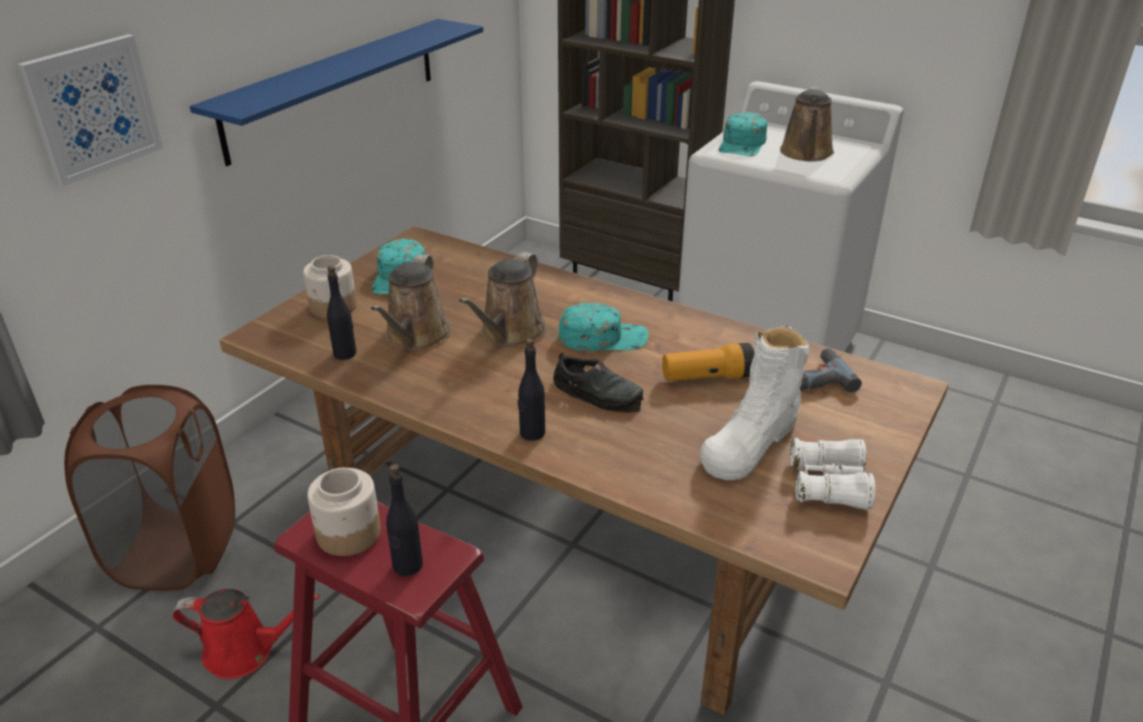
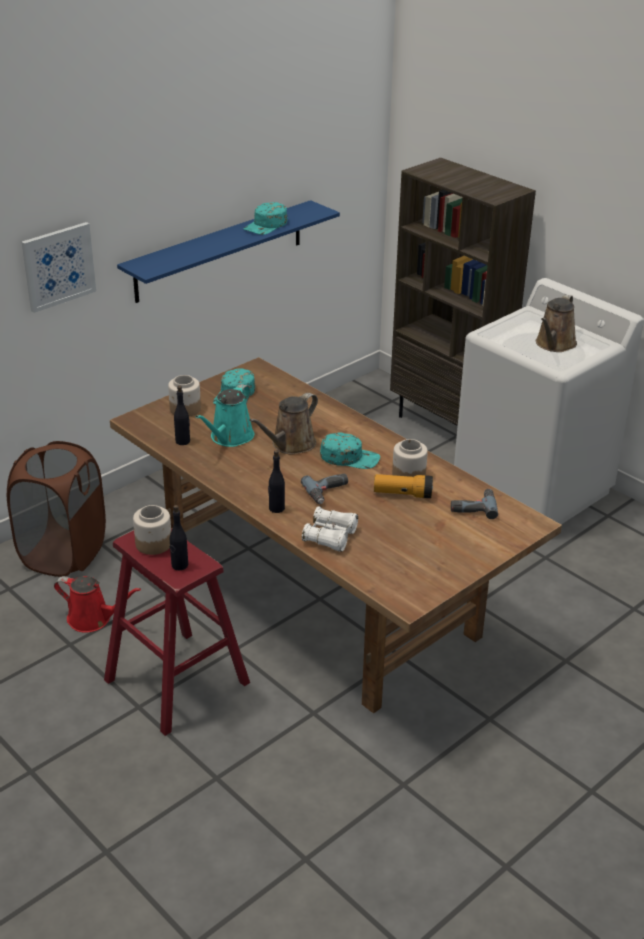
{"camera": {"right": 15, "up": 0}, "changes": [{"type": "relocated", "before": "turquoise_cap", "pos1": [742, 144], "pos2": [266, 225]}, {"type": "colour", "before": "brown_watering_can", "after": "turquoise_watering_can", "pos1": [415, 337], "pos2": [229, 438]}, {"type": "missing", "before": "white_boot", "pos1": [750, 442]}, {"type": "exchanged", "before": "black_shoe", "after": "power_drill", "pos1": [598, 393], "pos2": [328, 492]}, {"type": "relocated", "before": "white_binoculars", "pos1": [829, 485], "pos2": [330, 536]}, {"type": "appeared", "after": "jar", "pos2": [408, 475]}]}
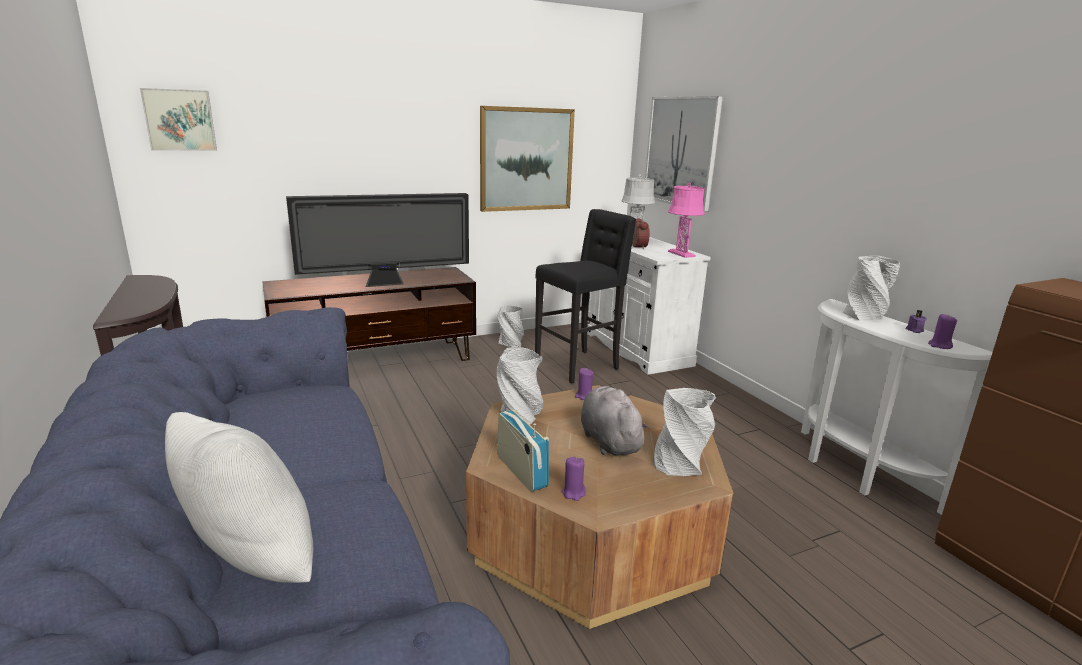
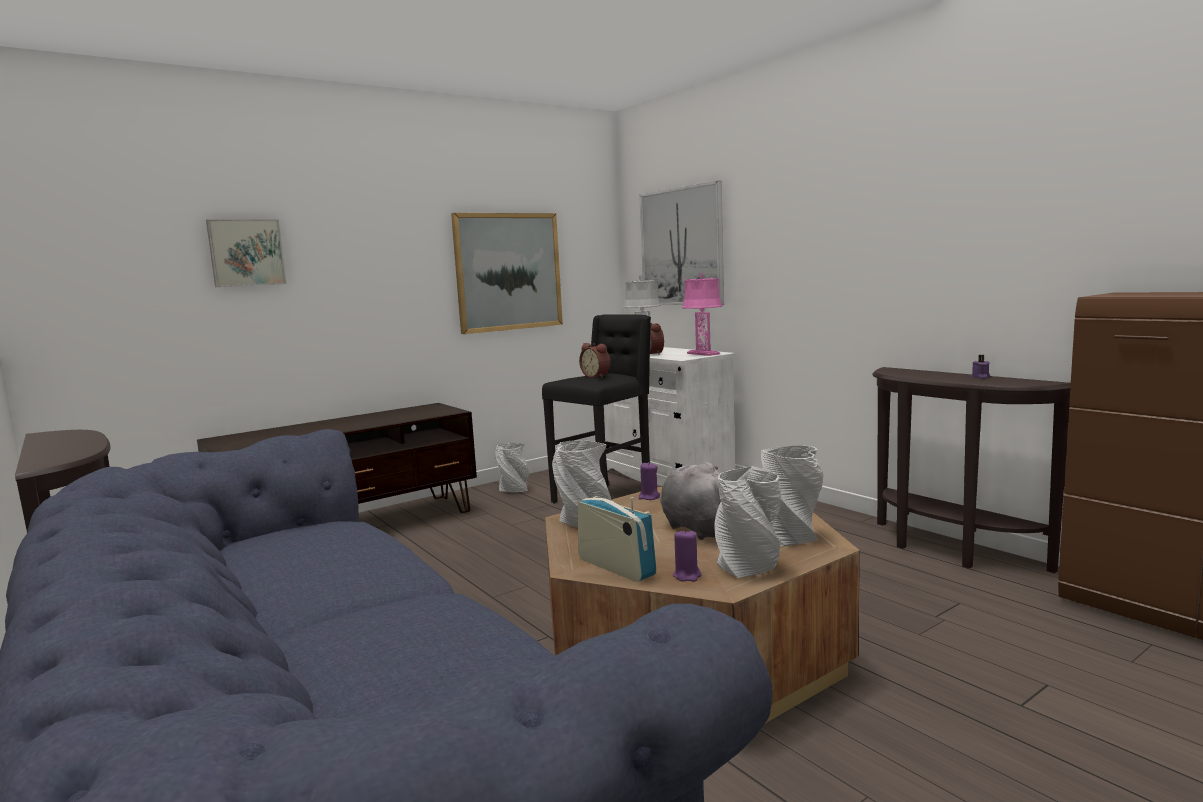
{"camera": {"right": -10, "up": -10}, "changes": [{"type": "relocated", "before": "picture", "pos1": [180, 120], "pos2": [246, 253]}, {"type": "missing", "before": "television", "pos1": [386, 284]}, {"type": "relocated", "before": "grey_vase", "pos1": [864, 316], "pos2": [748, 567]}, {"type": "colour", "before": "white_console_table", "after": "brown_console_table", "pos1": [853, 472], "pos2": [948, 550]}, {"type": "missing", "before": "purple_candle", "pos1": [939, 346]}, {"type": "missing", "before": "white_pillow", "pos1": [249, 566]}, {"type": "appeared", "after": "alarm_clock", "pos2": [597, 376]}]}
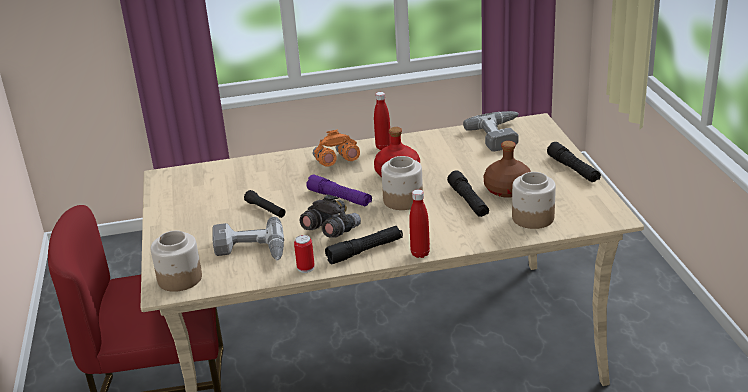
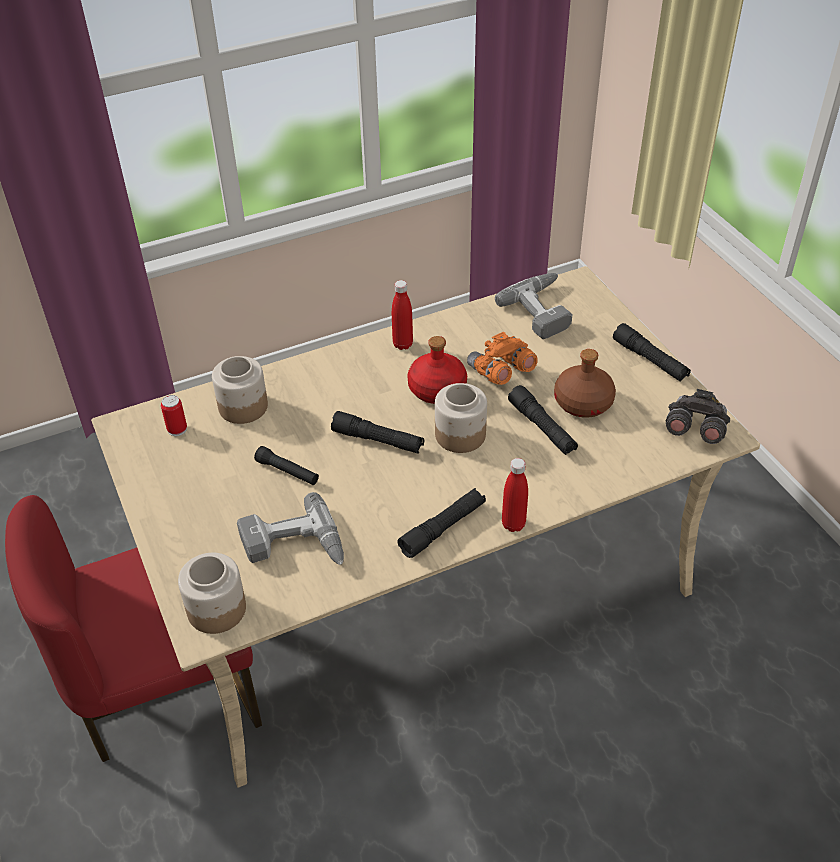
{"camera": {"right": -15, "up": 15}, "changes": [{"type": "relocated", "before": "orange_binoculars", "pos1": [336, 163], "pos2": [500, 372]}, {"type": "relocated", "before": "jar", "pos1": [532, 218], "pos2": [242, 407]}, {"type": "colour", "before": "purple_flashlight", "after": "black_flashlight", "pos1": [339, 198], "pos2": [378, 440]}, {"type": "relocated", "before": "grey_binoculars", "pos1": [331, 231], "pos2": [694, 430]}, {"type": "relocated", "before": "can", "pos1": [306, 268], "pos2": [177, 429]}]}
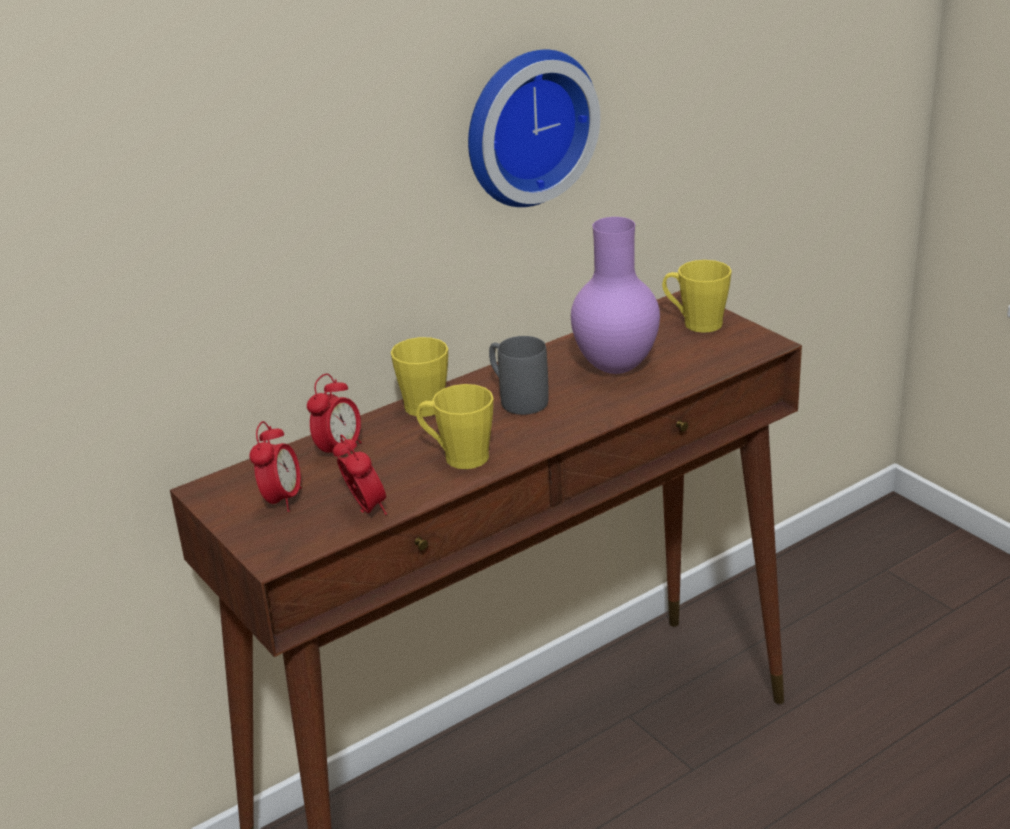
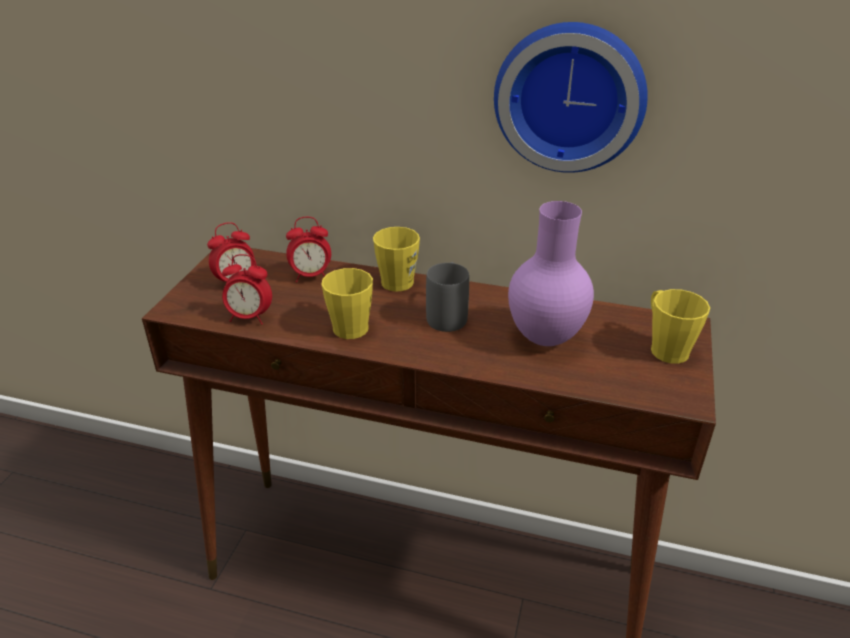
{"camera": {"right": 50, "up": 5}, "changes": [{"type": "spun", "before": "alarm_clock", "pos1": [364, 510], "pos2": [250, 317], "turn": 75}]}
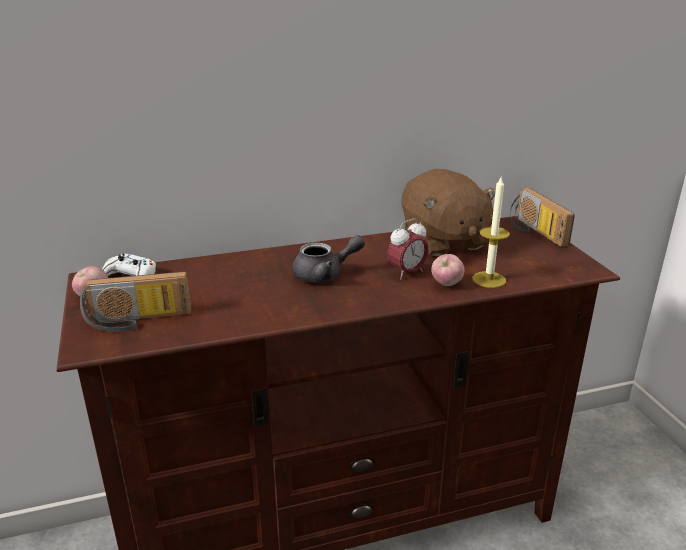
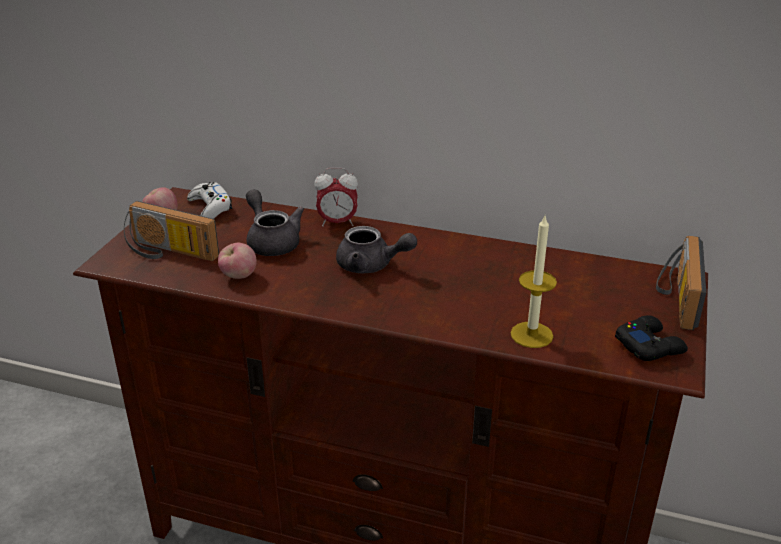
{"camera": {"right": 35, "up": 5}, "changes": [{"type": "missing", "before": "brown_plush_toy", "pos1": [442, 241]}, {"type": "relocated", "before": "alarm_clock", "pos1": [407, 273], "pos2": [337, 223]}, {"type": "relocated", "before": "apple", "pos1": [446, 284], "pos2": [238, 276]}, {"type": "appeared", "after": "grey_teapot", "pos2": [271, 241]}, {"type": "appeared", "after": "black_game_controller", "pos2": [649, 345]}]}
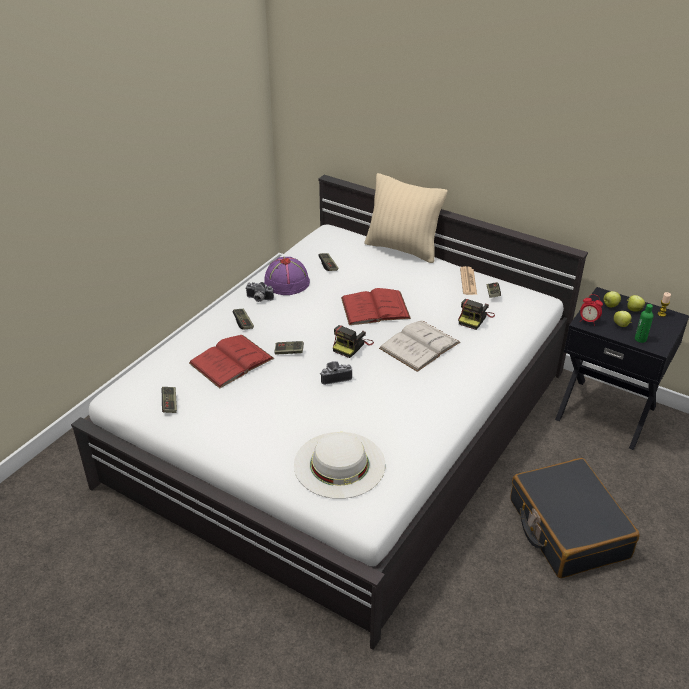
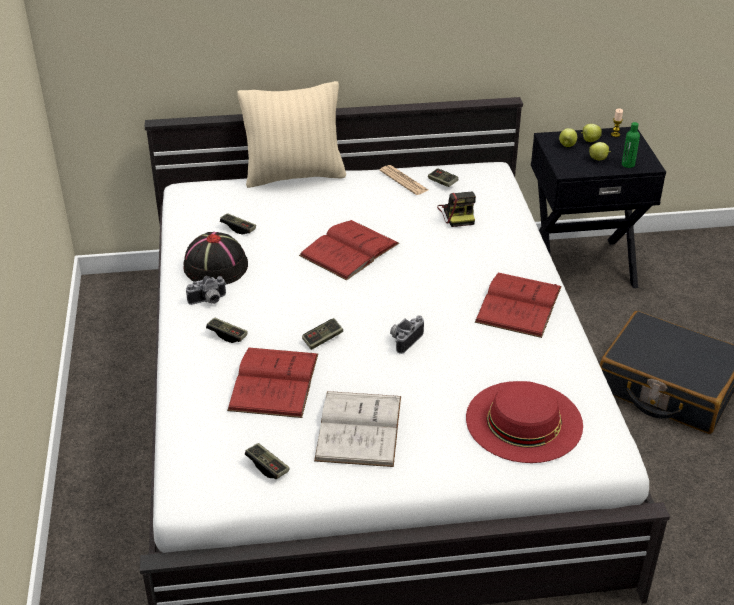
{"camera": {"right": -40, "up": 0}, "changes": [{"type": "colour", "before": "purple_hat", "after": "black_hat", "pos1": [286, 282], "pos2": [215, 267]}, {"type": "missing", "before": "alarm_clock", "pos1": [588, 321]}, {"type": "relocated", "before": "white_book", "pos1": [419, 345], "pos2": [359, 428]}, {"type": "missing", "before": "photo_camera", "pos1": [352, 345]}, {"type": "colour", "before": "white_hat", "after": "red_hat", "pos1": [339, 464], "pos2": [524, 421]}, {"type": "appeared", "after": "red_book", "pos2": [518, 304]}]}
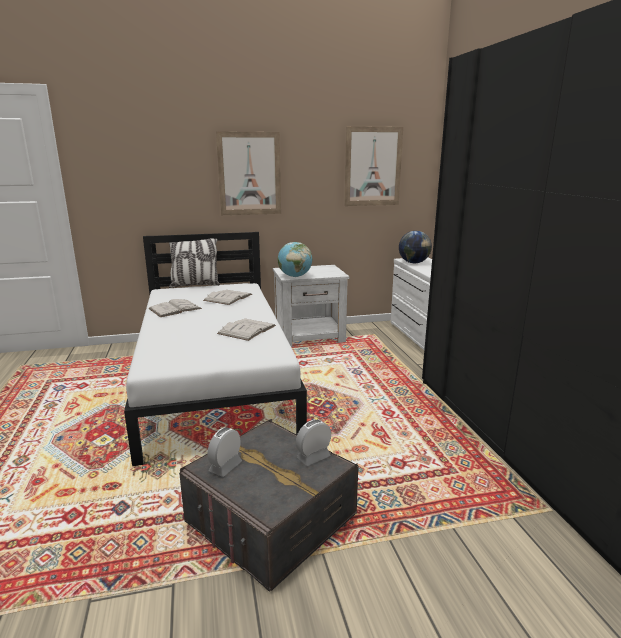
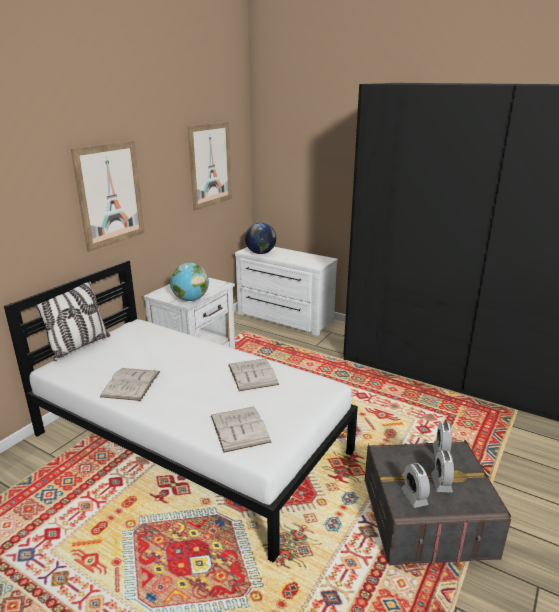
{"camera": {"right": -45, "up": 5}, "changes": [{"type": "relocated", "before": "white_book", "pos1": [228, 297], "pos2": [239, 428]}, {"type": "appeared", "after": "alarm_clock", "pos2": [441, 483]}]}
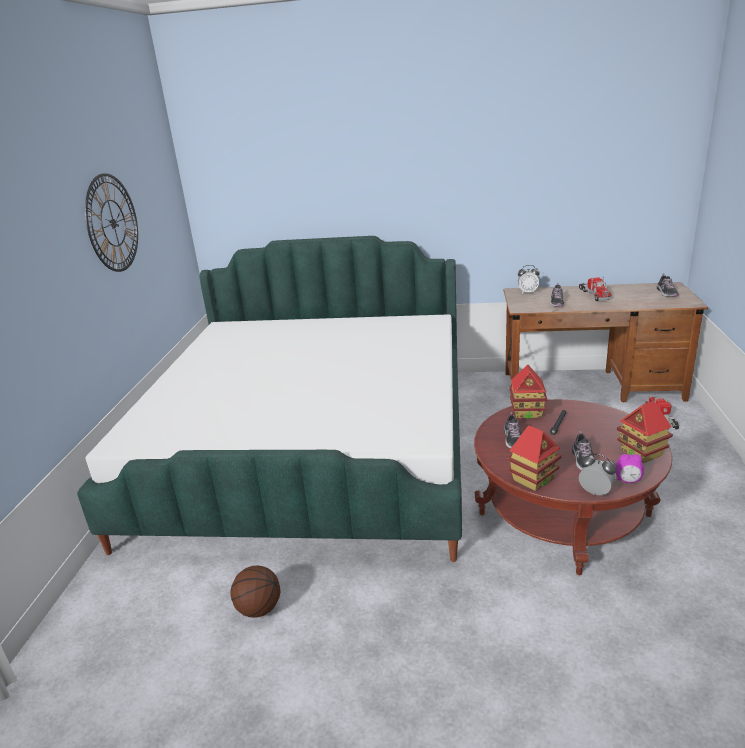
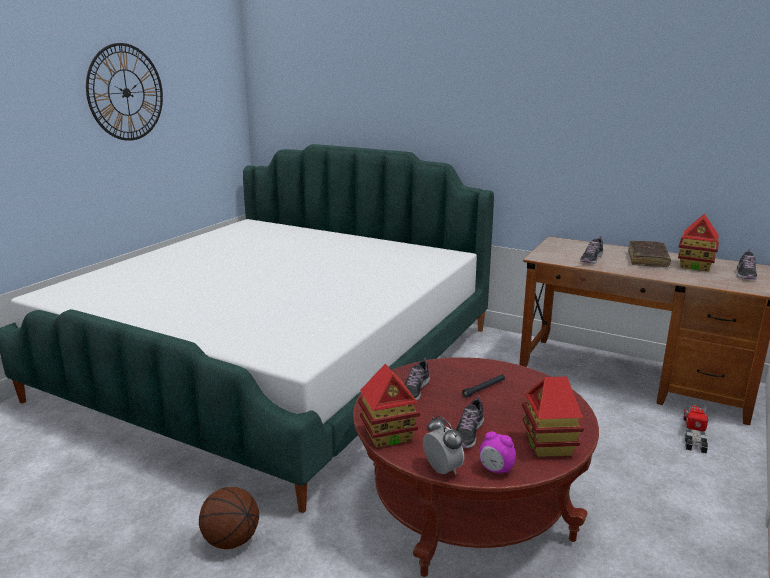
{"camera": {"right": 20, "up": -5}, "changes": [{"type": "missing", "before": "alarm_clock", "pos1": [527, 292]}, {"type": "exchanged", "before": "toy_truck", "after": "brown_book", "pos1": [594, 294], "pos2": [647, 259]}, {"type": "relocated", "before": "toy_house", "pos1": [527, 412], "pos2": [695, 266]}, {"type": "relocated", "before": "basketball", "pos1": [258, 609], "pos2": [231, 540]}]}
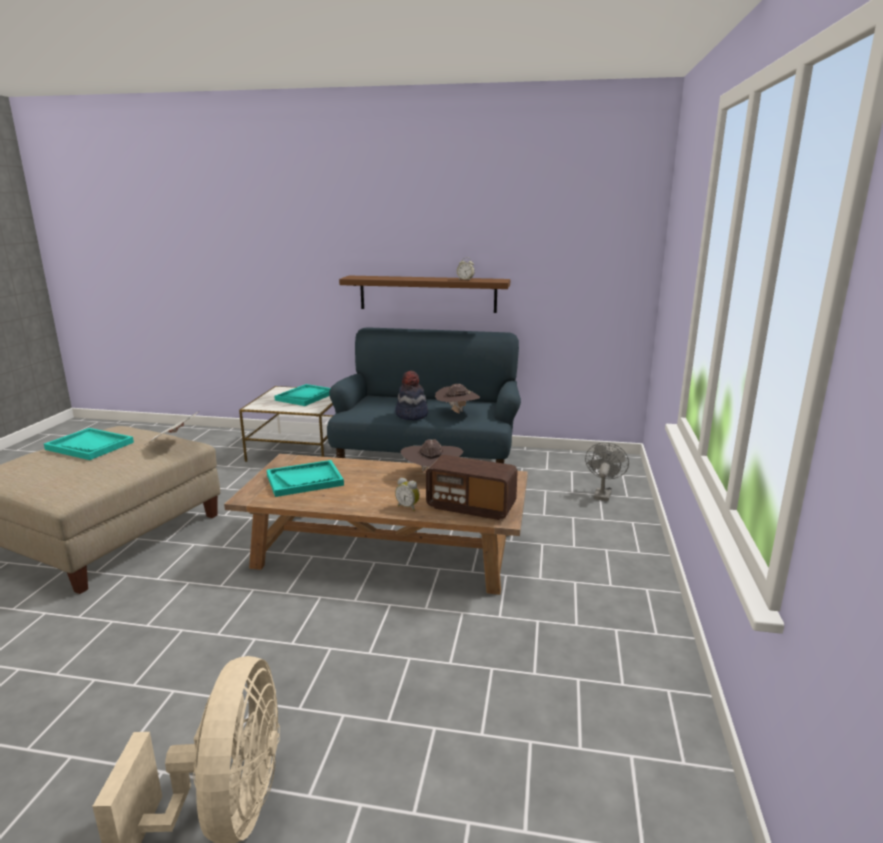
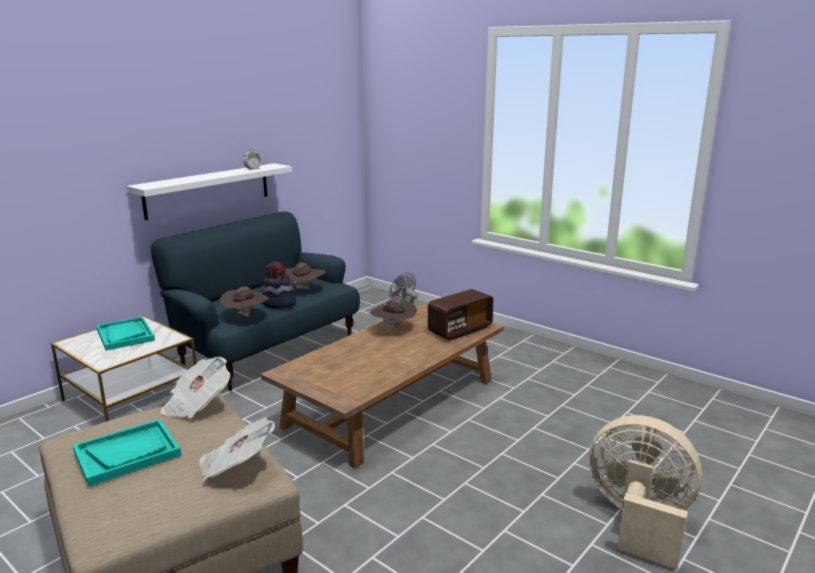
{"camera": {"right": -60, "up": 0}, "changes": [{"type": "colour", "before": "brown_shelf", "after": "white_shelf", "pos1": [427, 294], "pos2": [208, 190]}, {"type": "missing", "before": "turquoise_tray", "pos1": [305, 480]}, {"type": "missing", "before": "alarm_clock", "pos1": [408, 507]}, {"type": "appeared", "after": "brown_hat", "pos2": [245, 317]}, {"type": "appeared", "after": "newspaper", "pos2": [236, 466]}]}
